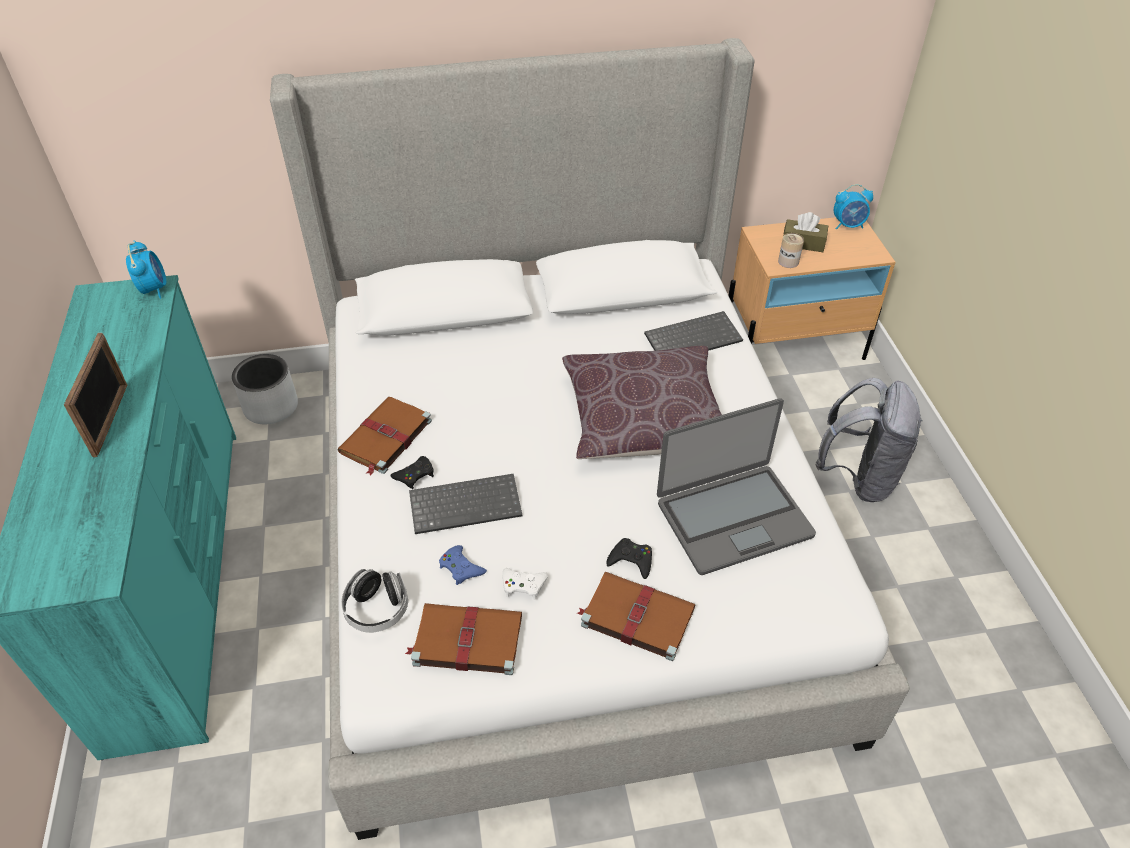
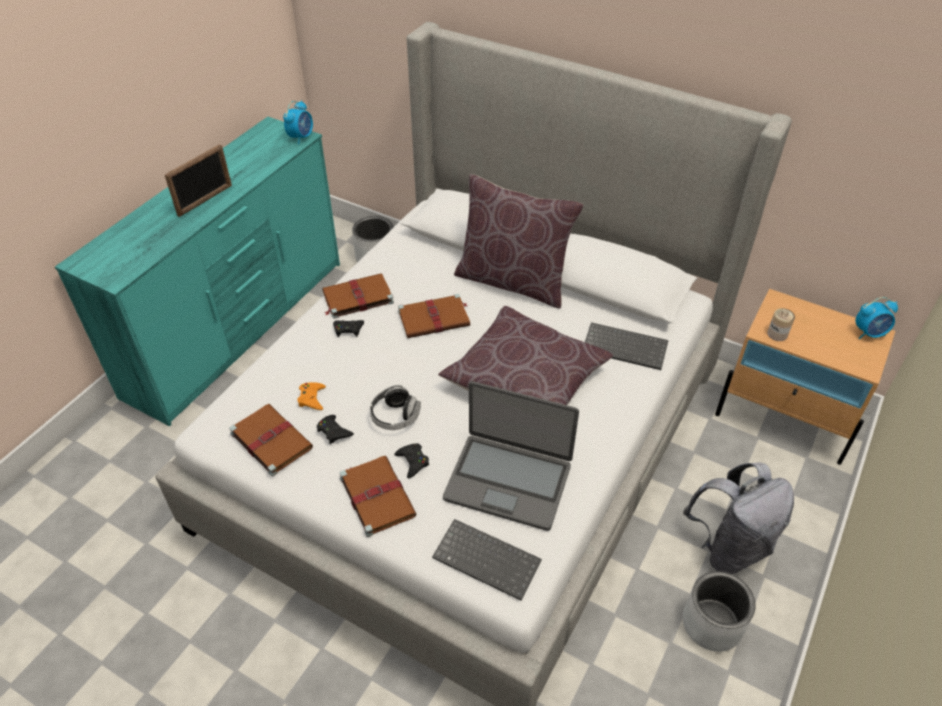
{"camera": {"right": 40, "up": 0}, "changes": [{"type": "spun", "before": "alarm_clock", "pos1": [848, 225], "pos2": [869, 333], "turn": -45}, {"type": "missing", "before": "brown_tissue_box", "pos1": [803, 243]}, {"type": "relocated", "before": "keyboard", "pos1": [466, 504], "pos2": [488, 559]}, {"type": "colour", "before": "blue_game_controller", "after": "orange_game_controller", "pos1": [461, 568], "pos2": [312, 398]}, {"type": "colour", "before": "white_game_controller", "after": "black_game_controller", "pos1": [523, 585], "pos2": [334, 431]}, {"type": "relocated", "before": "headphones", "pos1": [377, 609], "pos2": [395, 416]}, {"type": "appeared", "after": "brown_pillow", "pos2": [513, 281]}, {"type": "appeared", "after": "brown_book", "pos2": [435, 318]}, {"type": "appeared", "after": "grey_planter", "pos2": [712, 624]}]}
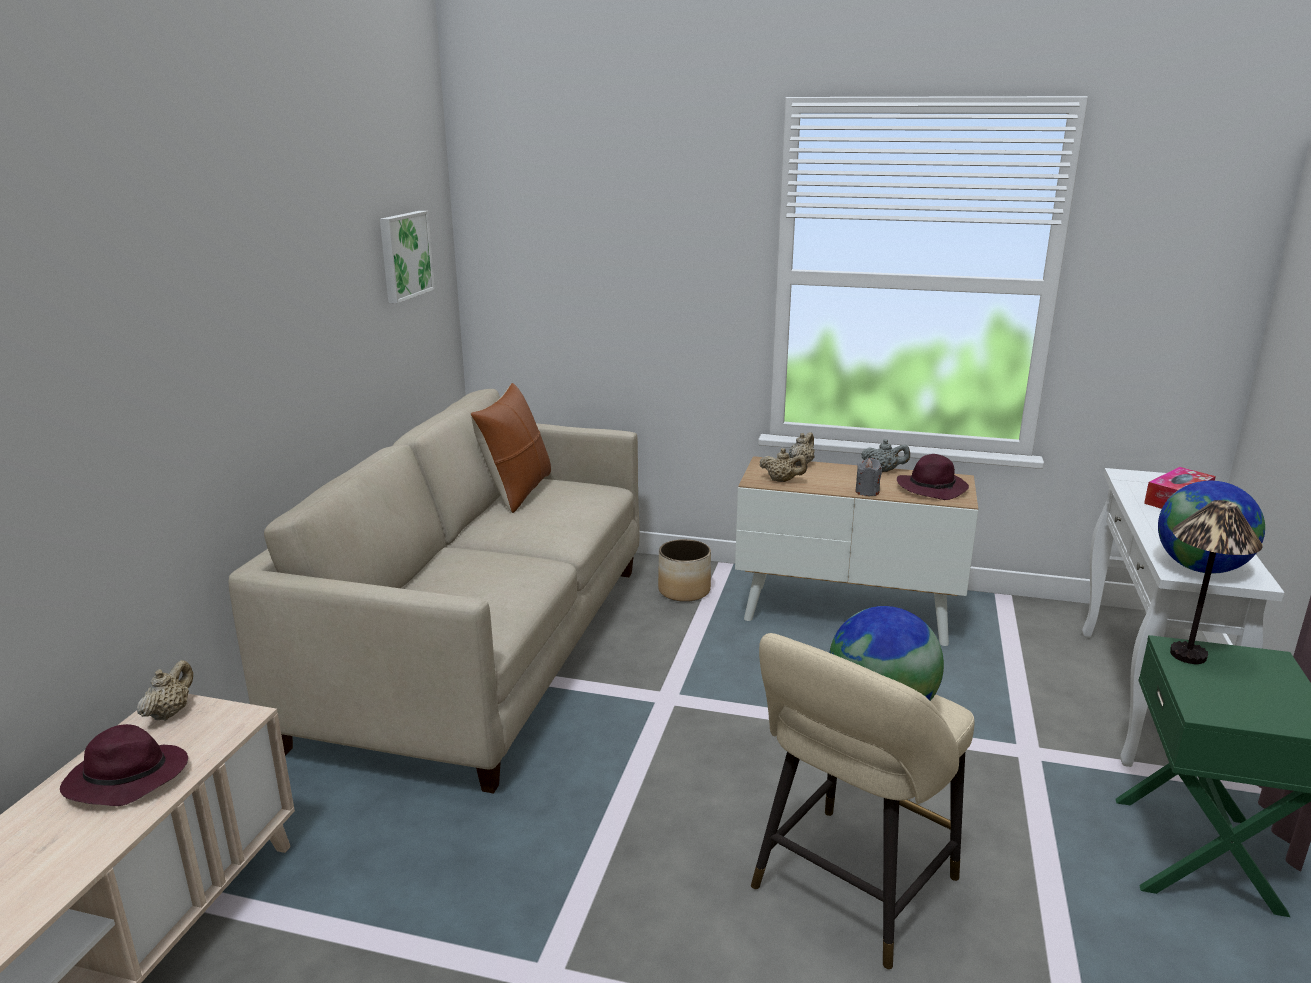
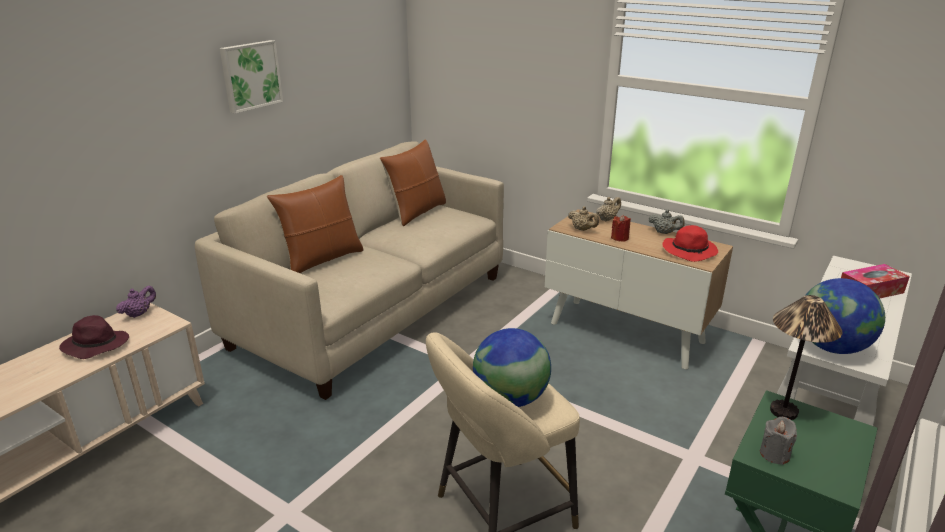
{"camera": {"right": 20, "up": 5}, "changes": [{"type": "relocated", "before": "picture", "pos1": [404, 255], "pos2": [250, 75]}, {"type": "colour", "before": "purple_hat", "after": "red_hat", "pos1": [932, 488], "pos2": [690, 251]}, {"type": "relocated", "before": "grey_candle", "pos1": [867, 492], "pos2": [774, 454]}, {"type": "missing", "before": "planter", "pos1": [685, 590]}, {"type": "colour", "before": "beige_teapot", "after": "purple_teapot", "pos1": [170, 712], "pos2": [139, 314]}, {"type": "appeared", "after": "brown_pillow", "pos2": [322, 259]}, {"type": "appeared", "after": "red_candle", "pos2": [620, 238]}]}
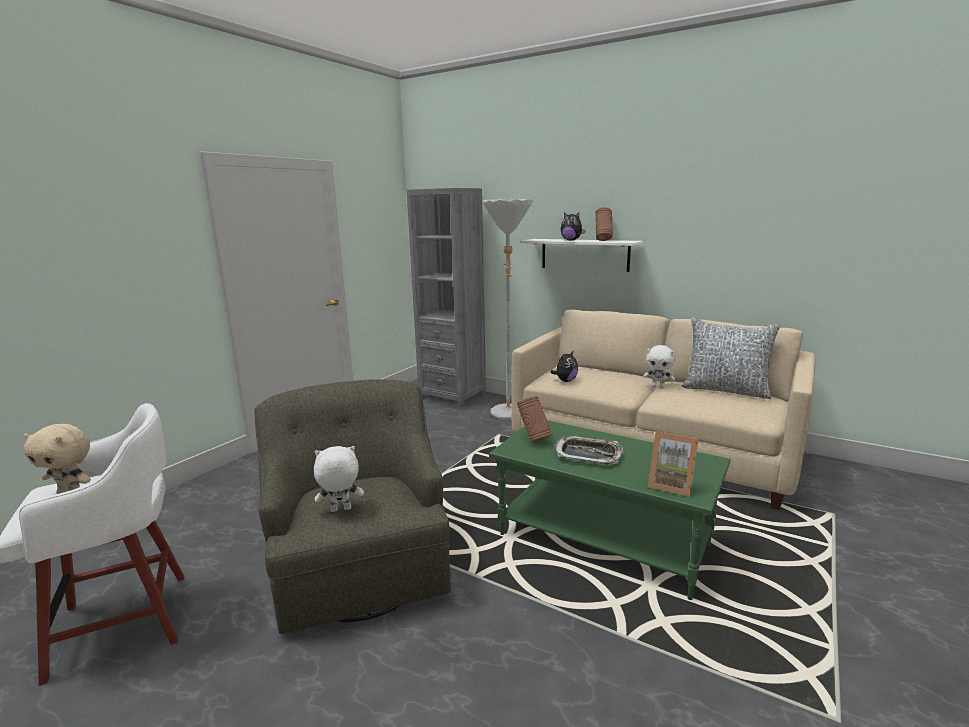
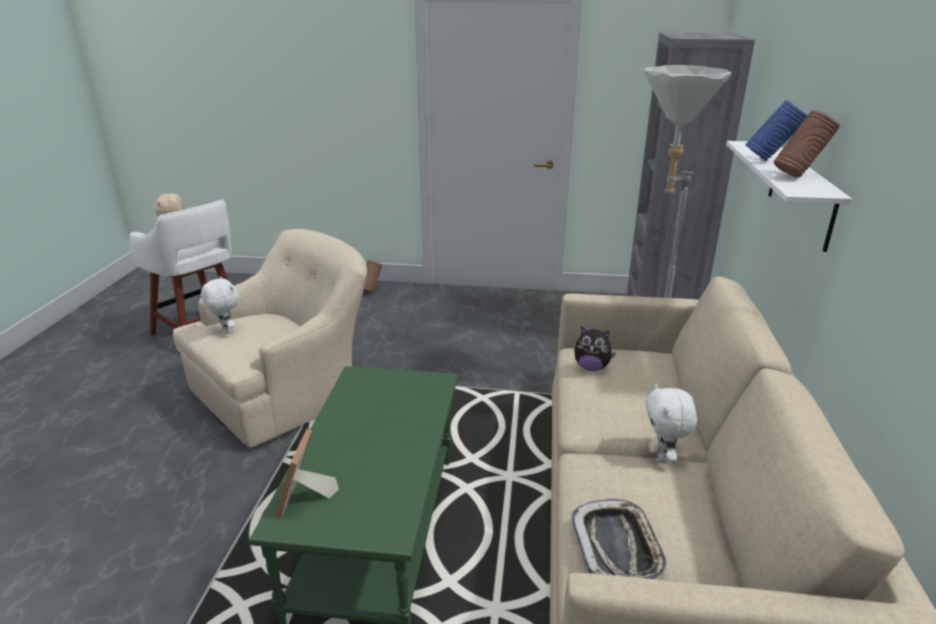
{"camera": {"right": 65, "up": 10}, "changes": [{"type": "exchanged", "before": "plush_toy", "after": "blue_vase", "pos1": [571, 240], "pos2": [769, 160]}, {"type": "missing", "before": "pillow", "pos1": [725, 390]}, {"type": "colour", "before": "green_armchair", "after": "beige_armchair", "pos1": [360, 562], "pos2": [287, 392]}, {"type": "relocated", "before": "brown_vase", "pos1": [534, 439], "pos2": [371, 290]}, {"type": "relocated", "before": "tray", "pos1": [588, 454], "pos2": [617, 547]}]}
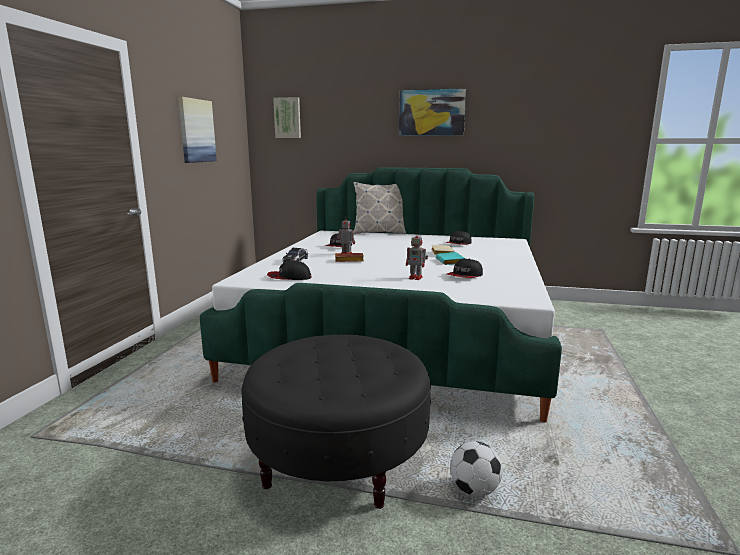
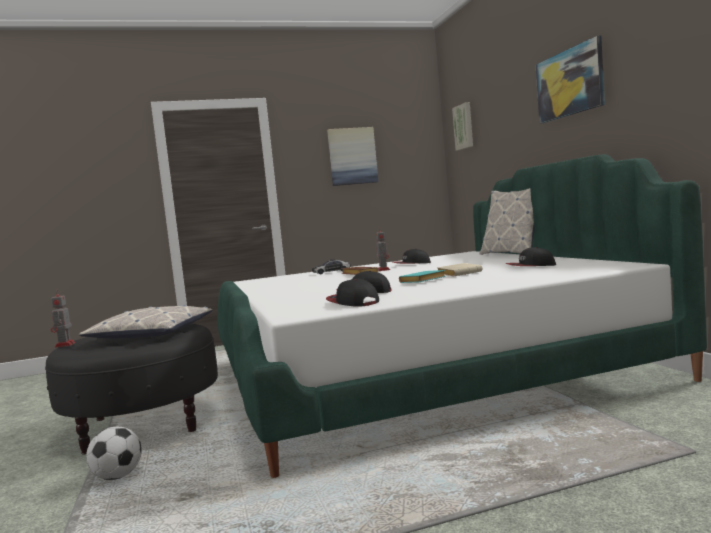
{"camera": {"right": 60, "up": -10}, "changes": [{"type": "relocated", "before": "toy_robot", "pos1": [416, 278], "pos2": [64, 345]}, {"type": "relocated", "before": "cap", "pos1": [289, 277], "pos2": [352, 302]}, {"type": "appeared", "after": "pillow", "pos2": [151, 333]}]}
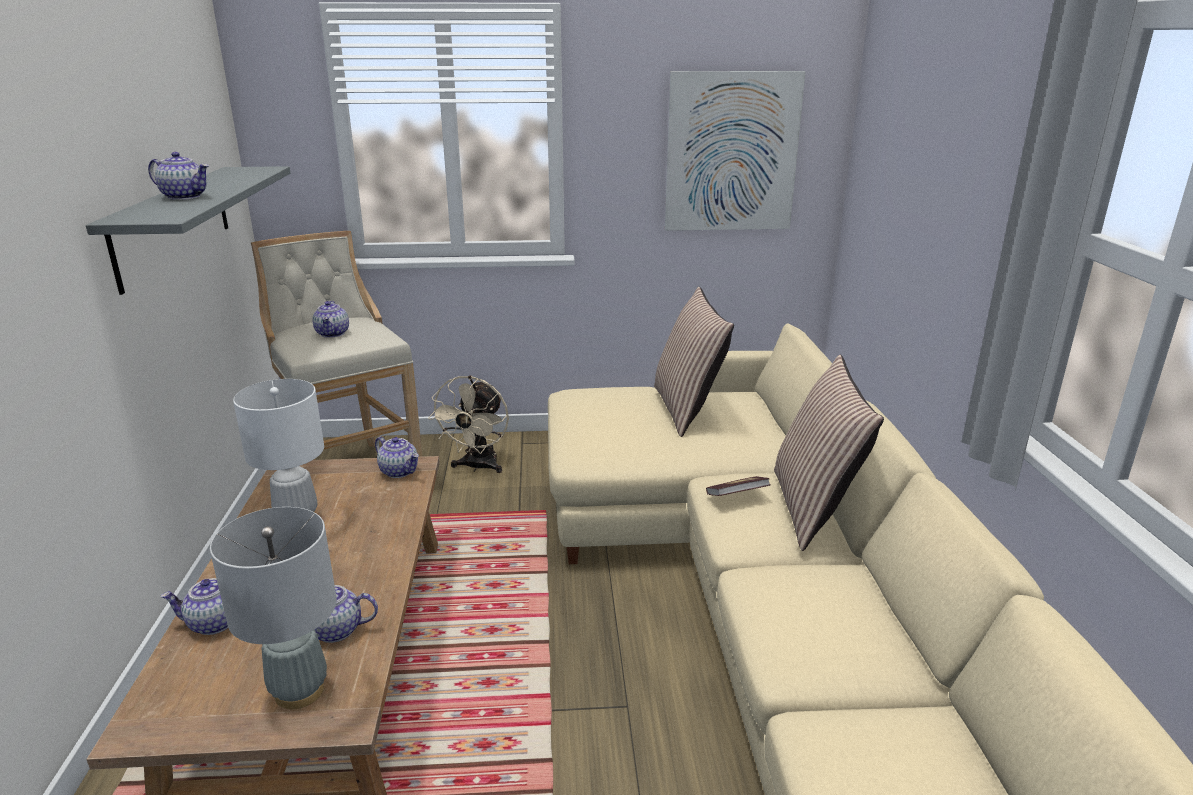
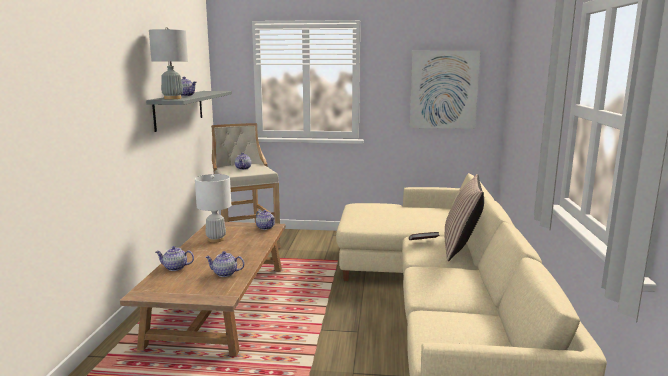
{"camera": {"right": 10, "up": -10}, "changes": [{"type": "missing", "before": "pillow", "pos1": [687, 409]}, {"type": "missing", "before": "beige_fan", "pos1": [477, 467]}, {"type": "relocated", "before": "grey_table_lamp", "pos1": [299, 692], "pos2": [172, 98]}]}
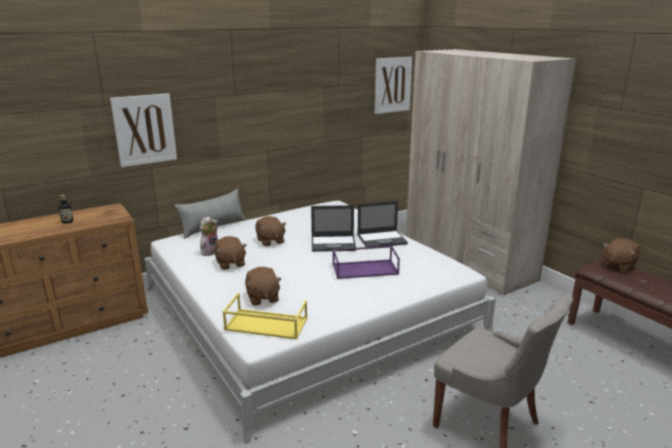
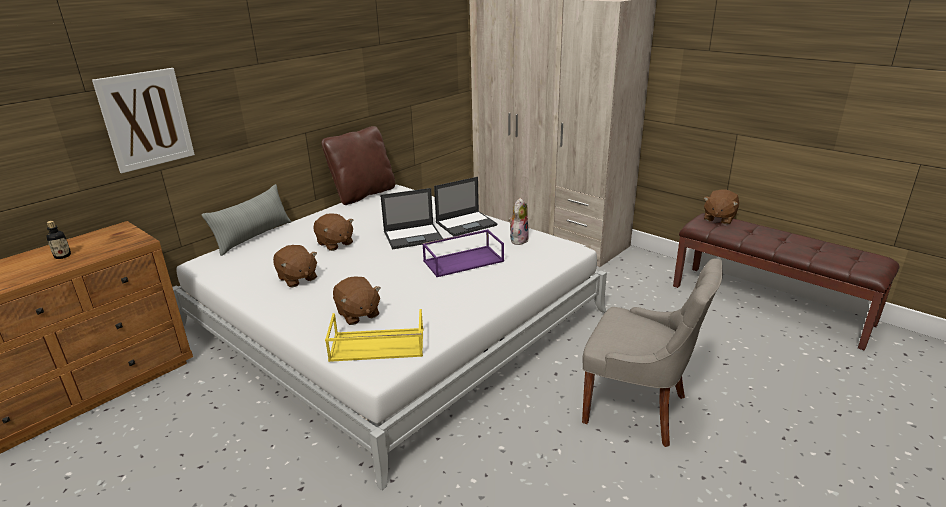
{"camera": {"right": -15, "up": 5}, "changes": [{"type": "missing", "before": "picture", "pos1": [392, 85]}, {"type": "relocated", "before": "plush_toy", "pos1": [210, 252], "pos2": [518, 239]}, {"type": "appeared", "after": "brown_pillow", "pos2": [363, 194]}]}
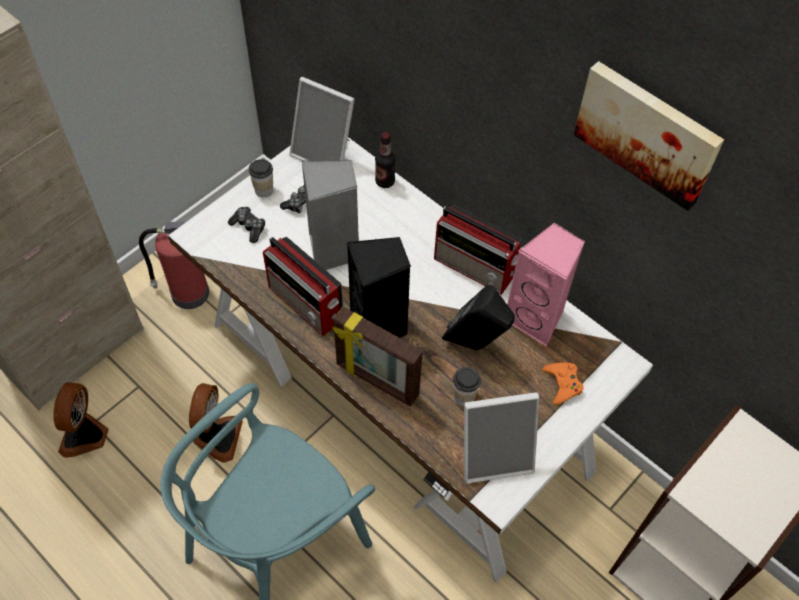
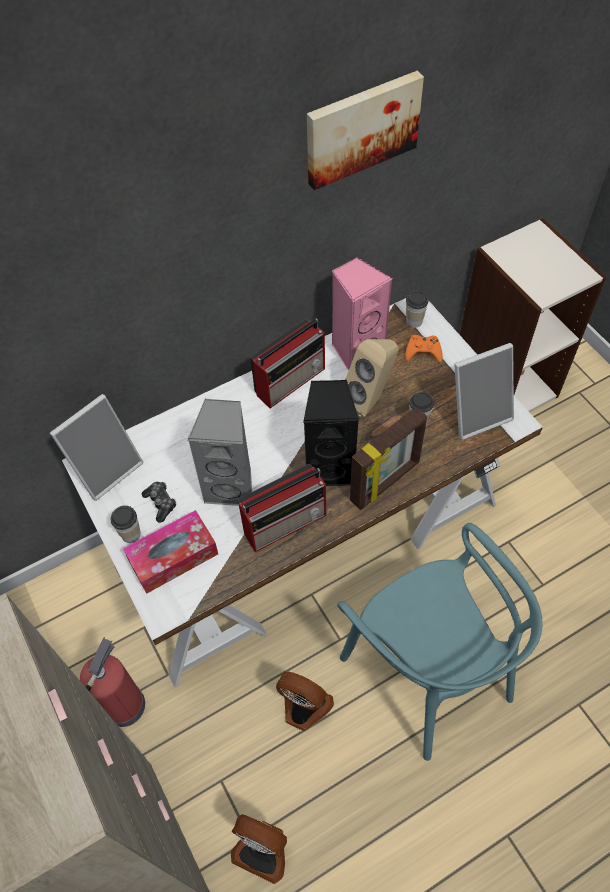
{"camera": {"right": -70, "up": 0}, "changes": [{"type": "missing", "before": "bottle", "pos1": [385, 181]}, {"type": "exchanged", "before": "game_controller", "after": "tissue_box", "pos1": [249, 227], "pos2": [173, 557]}, {"type": "colour", "before": "black_speaker", "after": "beige_speaker", "pos1": [475, 345], "pos2": [370, 400]}, {"type": "spun", "before": "picture_frame", "pos1": [495, 454], "pos2": [476, 413], "turn": 60}, {"type": "appeared", "after": "cup", "pos2": [414, 321]}]}
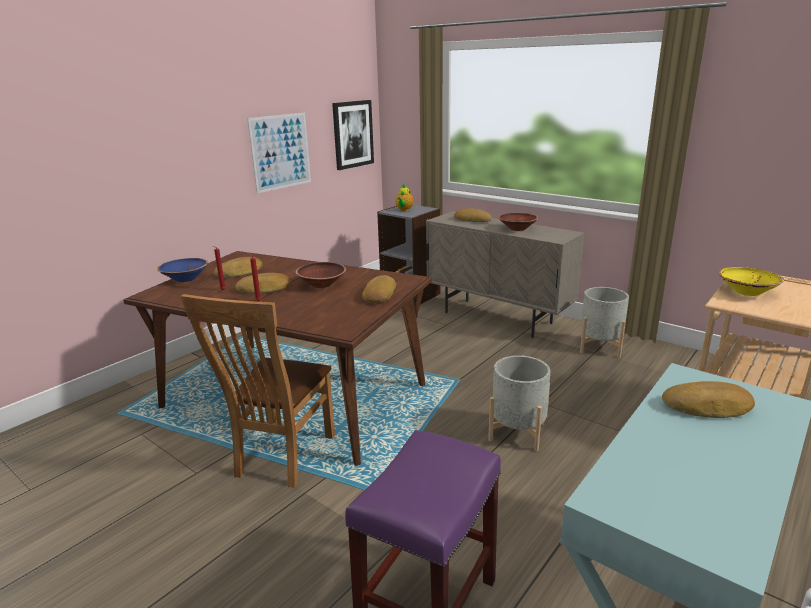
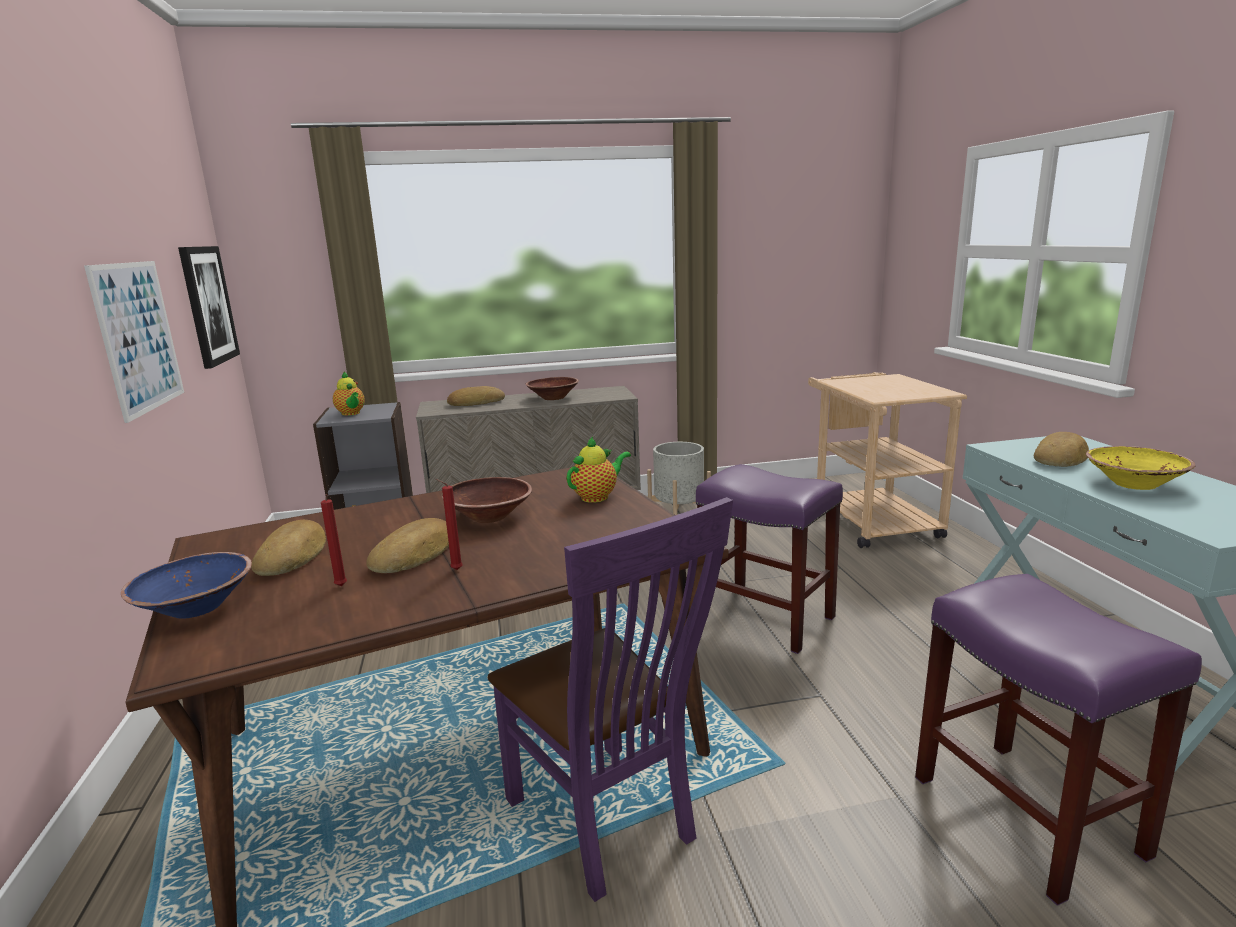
{"camera": {"right": -50, "up": -5}, "changes": [{"type": "relocated", "before": "yellow_bowl", "pos1": [746, 292], "pos2": [1134, 484]}, {"type": "exchanged", "before": "bread", "after": "teapot", "pos1": [379, 294], "pos2": [597, 497]}, {"type": "colour", "before": "brown_chair", "after": "purple_chair", "pos1": [281, 458], "pos2": [607, 824]}, {"type": "exchanged", "before": "grey_planter", "after": "purple_stool", "pos1": [518, 432], "pos2": [767, 617]}]}
